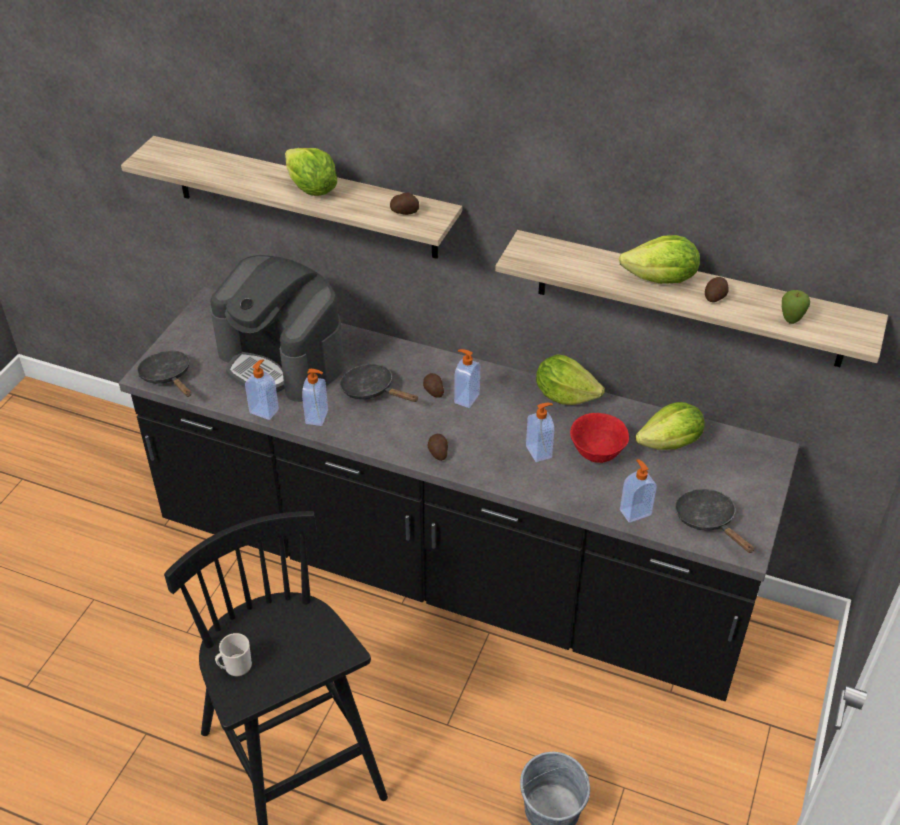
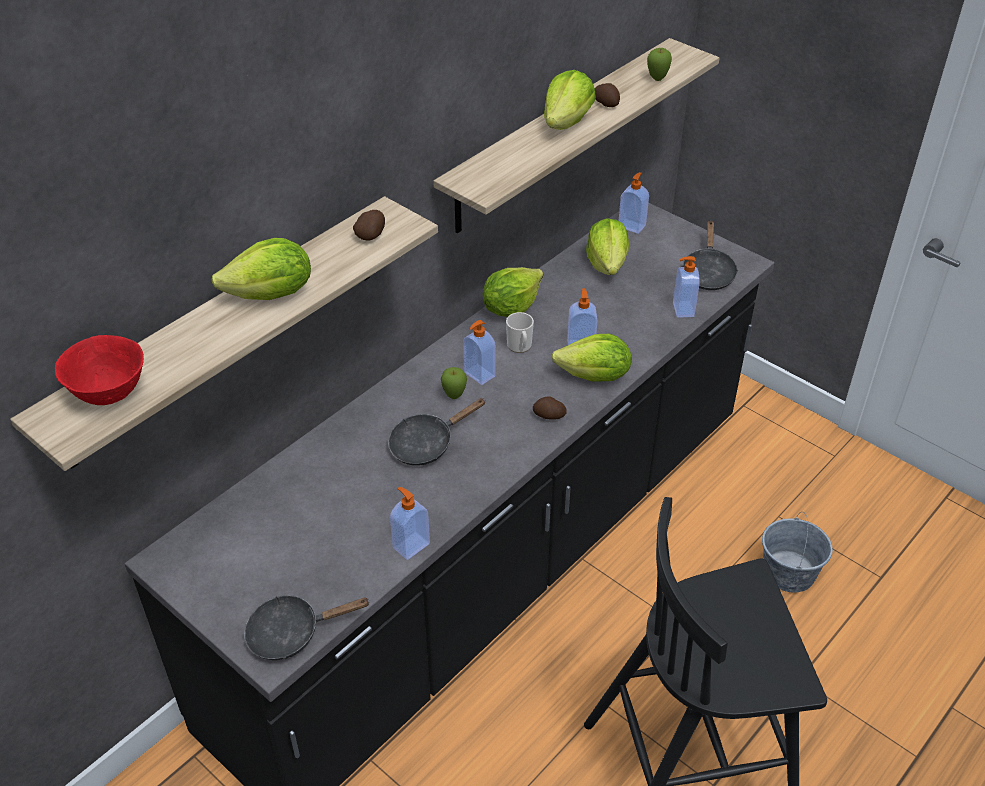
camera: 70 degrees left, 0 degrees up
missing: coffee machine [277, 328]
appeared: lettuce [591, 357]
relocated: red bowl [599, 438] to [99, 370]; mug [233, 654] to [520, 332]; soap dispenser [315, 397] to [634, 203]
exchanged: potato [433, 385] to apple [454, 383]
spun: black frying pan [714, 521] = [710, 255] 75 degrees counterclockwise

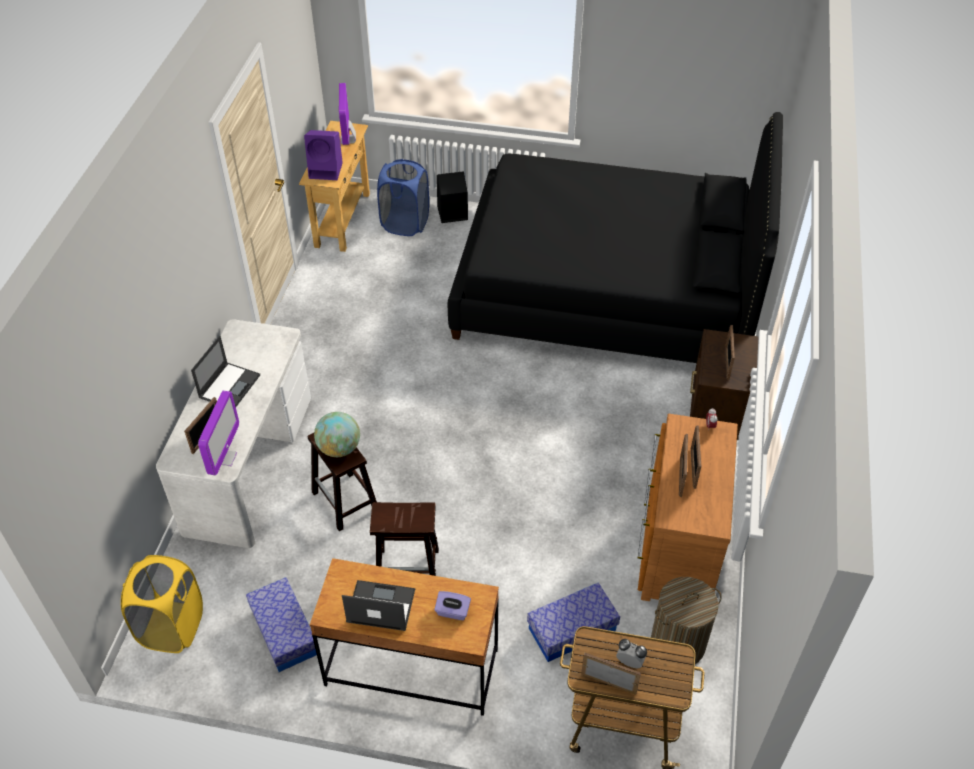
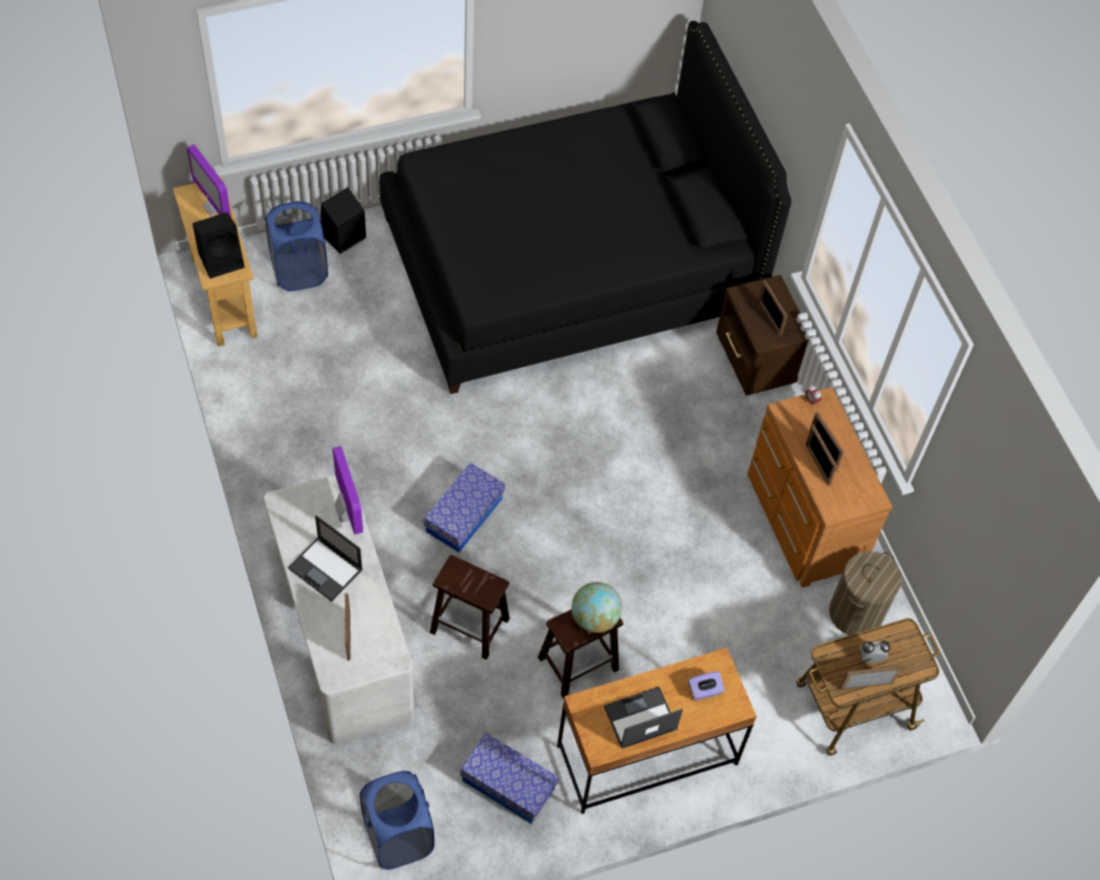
camera: 35 degrees left, 10 degrees up
relocated: monitor [218, 433] to [348, 490]; storage box [573, 622] to [464, 507]; globe [337, 434] to [597, 607]
colour: purple speaker [323, 155] to black speaker [218, 245]; yellow laundry basket [162, 604] to blue laundry basket [397, 820]
spun: laptop [225, 371] = [325, 558] 135 degrees clockwise

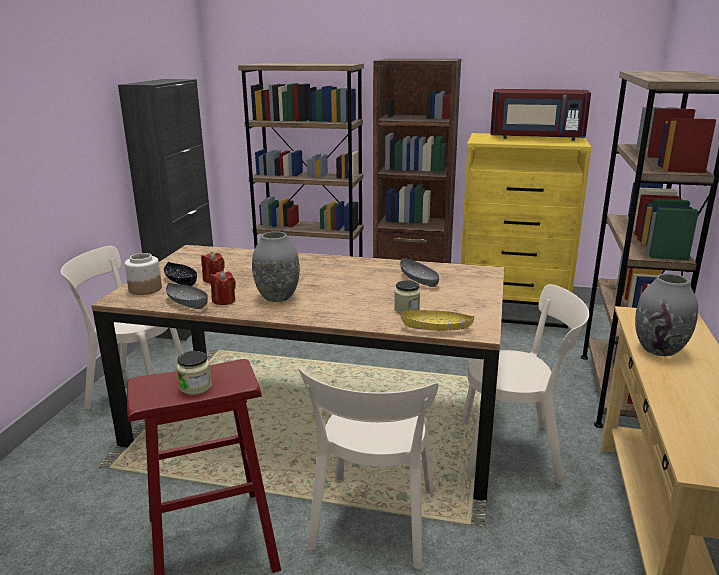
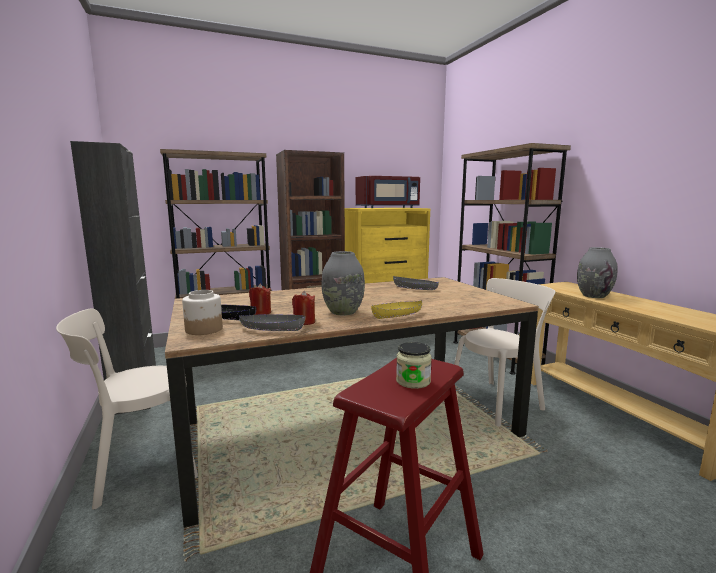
camera: 35 degrees left, 10 degrees down
missing: beige chair [368, 468]; jar [407, 296]
relocated: yellow bowl [437, 320] to [396, 309]

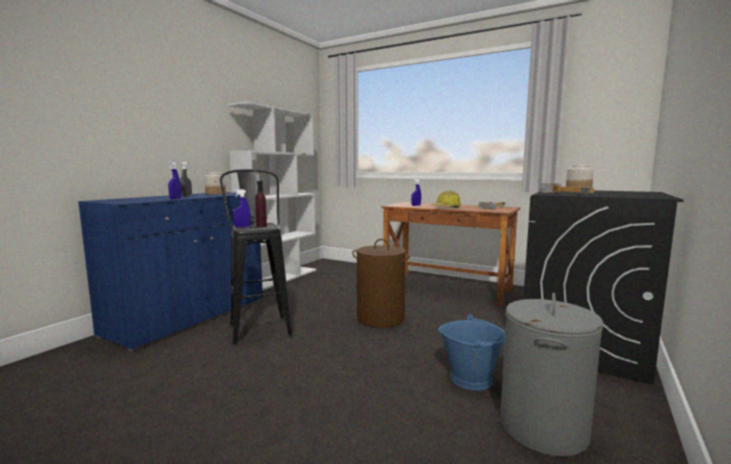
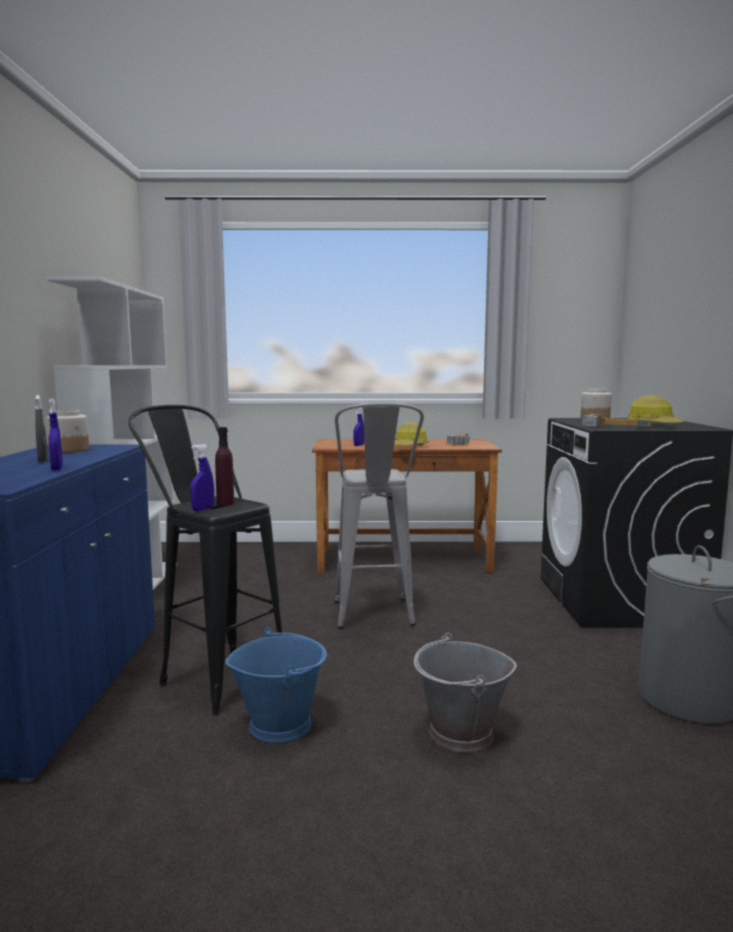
camera: 30 degrees left, 0 degrees up
appeared: grey bucket [465, 693]; hard hat [656, 409]
relocated: blue bucket [471, 352] to [276, 686]
exchanged: brown laundry basket [381, 283] to grey stool [379, 515]

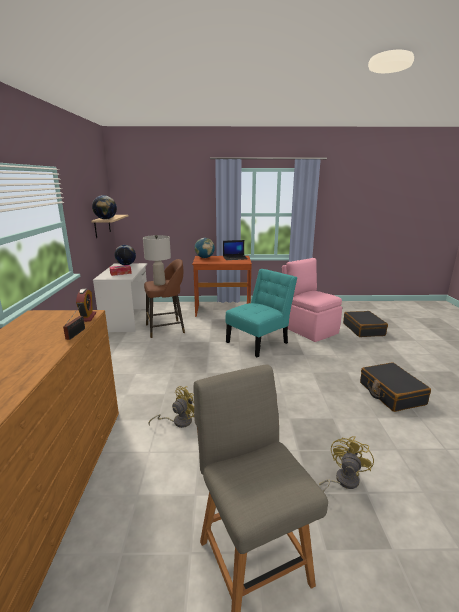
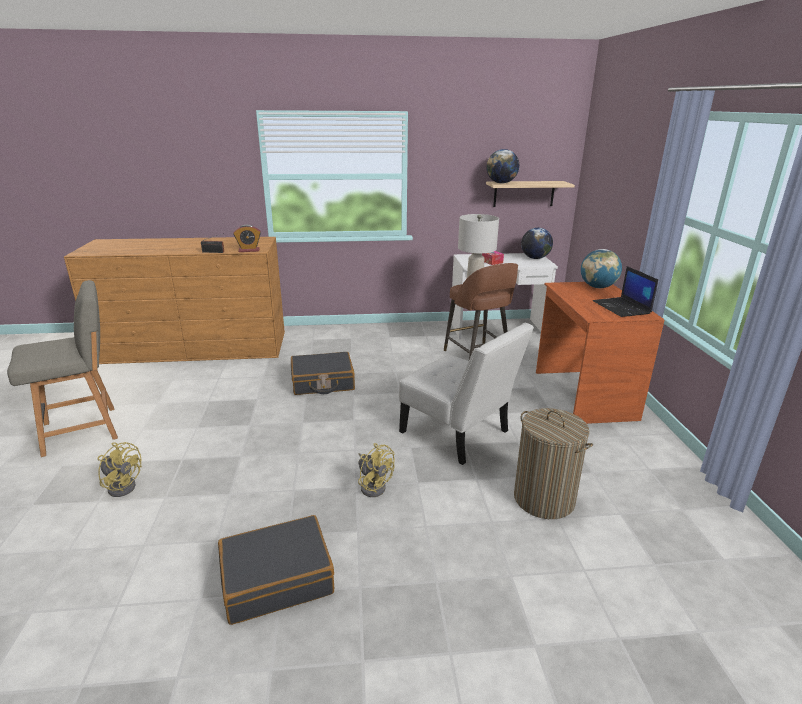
camera: 85 degrees right, 5 degrees up
relocated: black suitcase [365, 324] to [323, 373]; yellow fan [171, 407] to [376, 470]
exchanged: pink chair [312, 300] to laundry basket [553, 463]
colour: turquoise chair [261, 313] to white chair [466, 394]

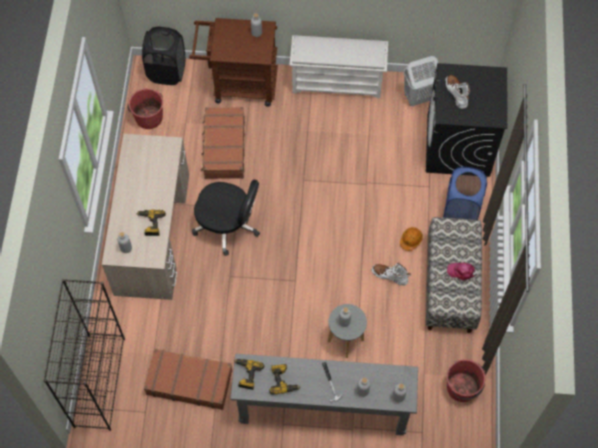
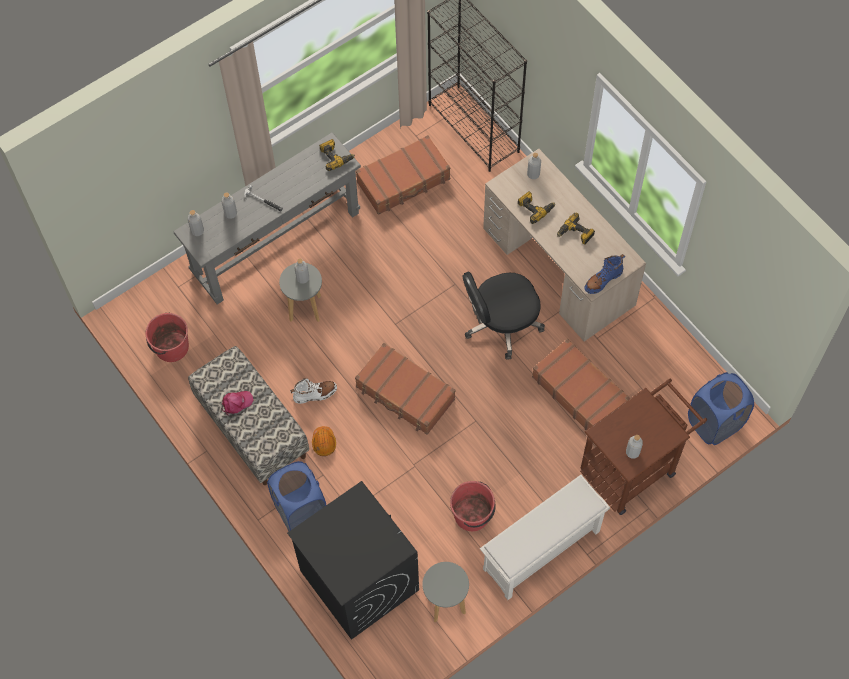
camera: 140 degrees right, 0 degrees up
missing: white boot [457, 92]
appeared: brown suitcase [405, 389]; blue boot [605, 274]
relocated: red bucket [145, 108] to [473, 506]; power drill [284, 379] to [576, 229]
exchanged: white laundry basket [421, 81] to grey stool [445, 592]
colour: black laundry basket [163, 55] to blue laundry basket [721, 408]

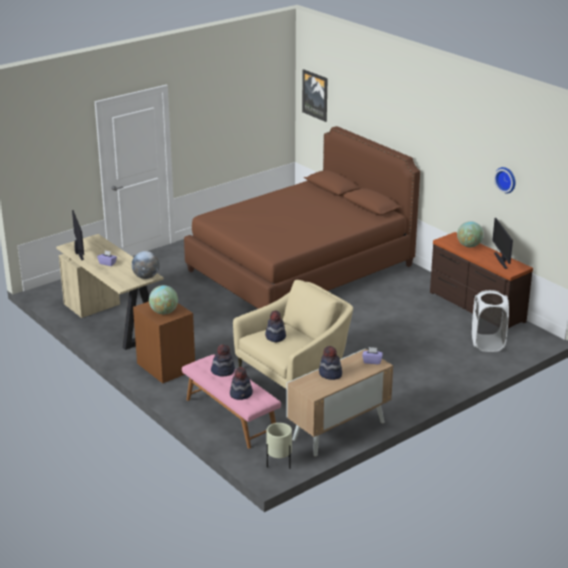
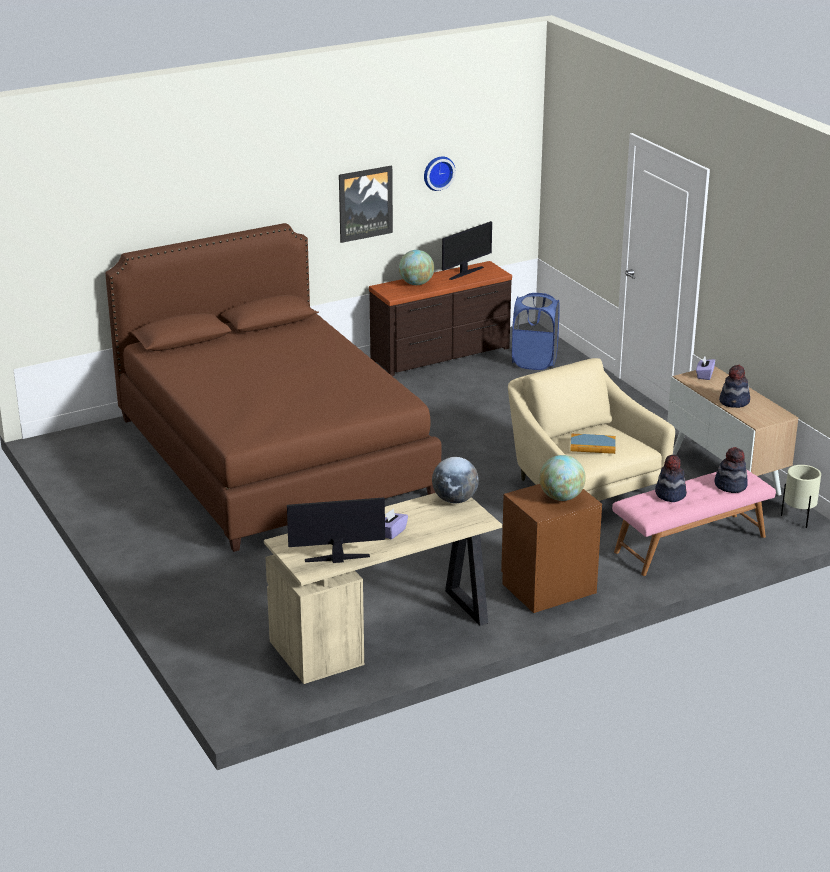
camera: 80 degrees left, 0 degrees up
relocated: picture [315, 95] to [366, 204]
exchanged: hat [275, 326] to book [593, 444]
colour: white laundry basket [490, 321] to blue laundry basket [536, 331]
spun: monitor [502, 243] = [467, 250] 45 degrees counterclockwise

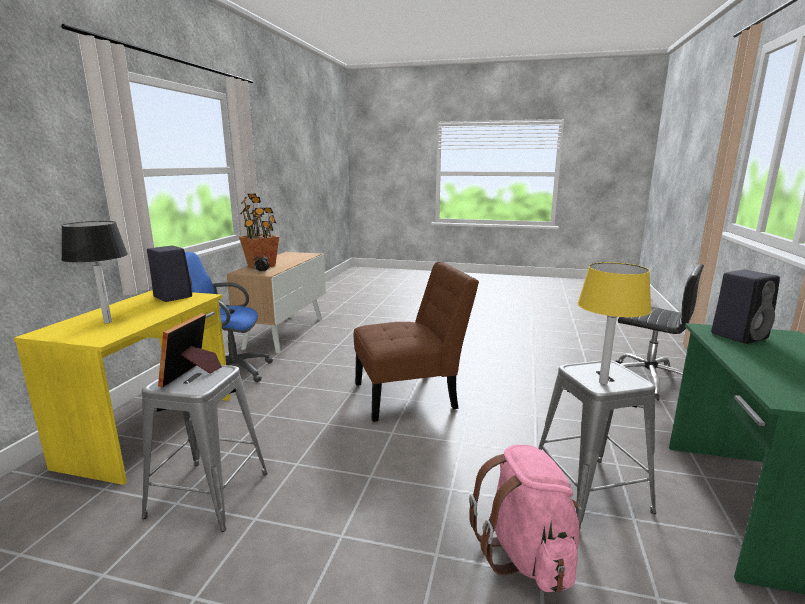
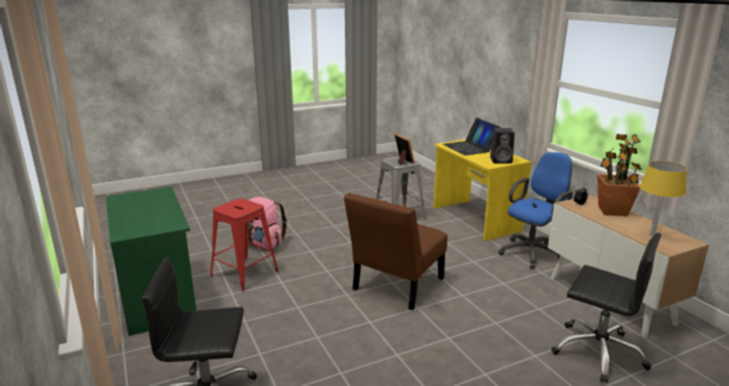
camera: 140 degrees right, 5 degrees up
missing: black speaker [745, 307]
appeared: black office chair [606, 308]
relocated: yellow table lamp [614, 323] to [663, 198]
exchanged: black table lamp [94, 272] to laptop [472, 137]
colour: grey stool [597, 445] to red stool [244, 244]

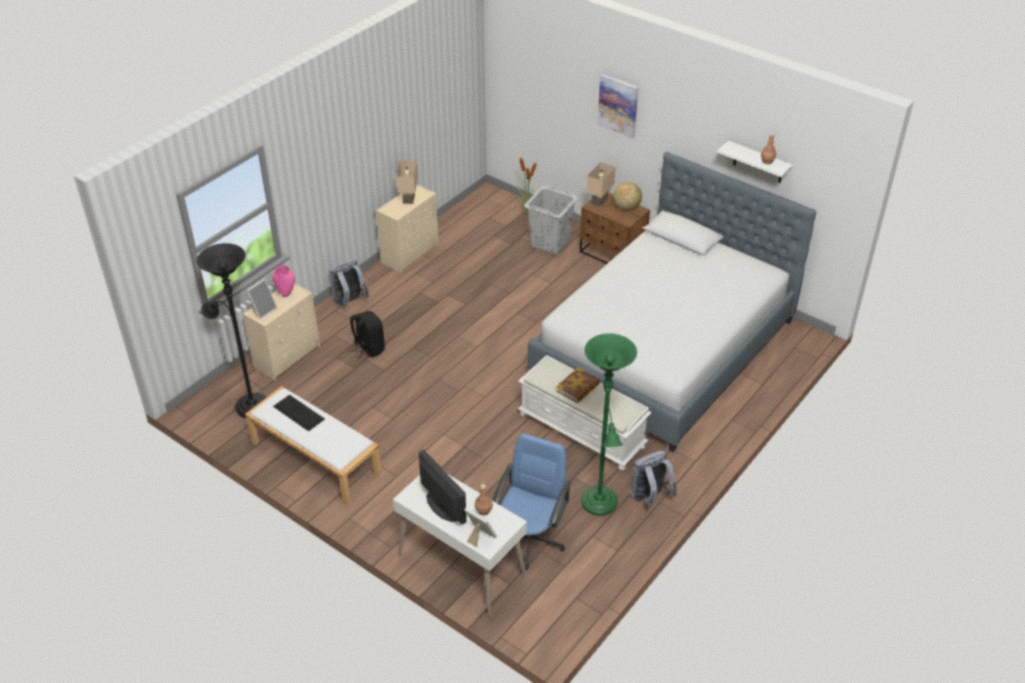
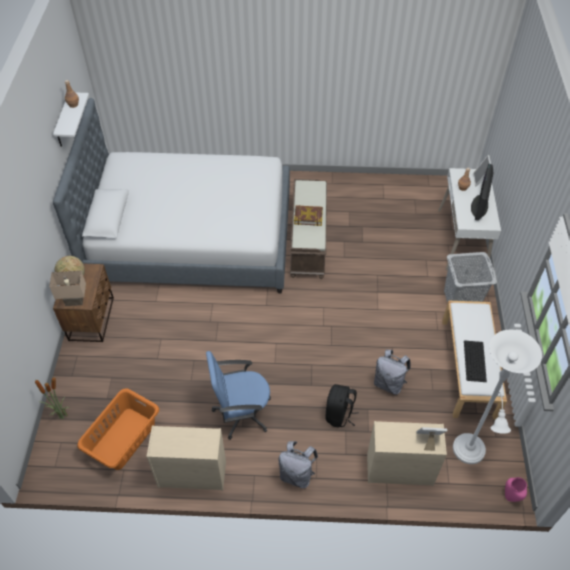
camera: 125 degrees left, 10 degrees up
missing: beige table lamp [407, 182]; green floor lamp [609, 424]; picture [617, 106]
appeared: orange laundry basket [118, 429]
relocated: blue office chair [531, 501] to [238, 395]; grey backpack [654, 479] to [392, 372]; grey laundry basket [551, 220] to [470, 277]; pink vase [283, 281] to [516, 489]
colour: white bench [585, 413] to brown bench [308, 229]; black floor lamp [232, 330] to white floor lamp [497, 396]

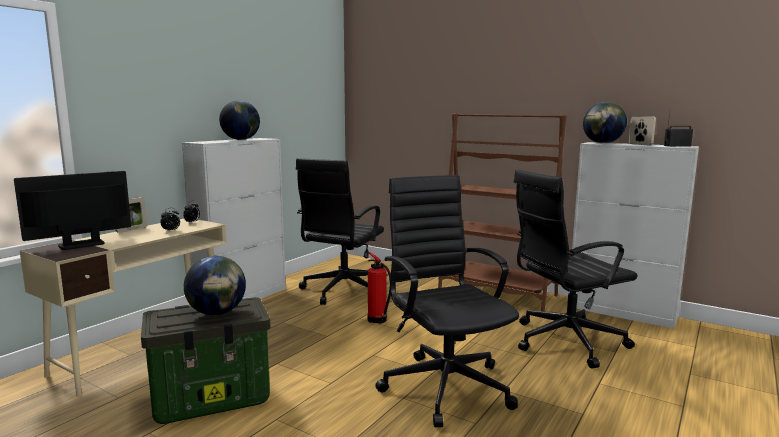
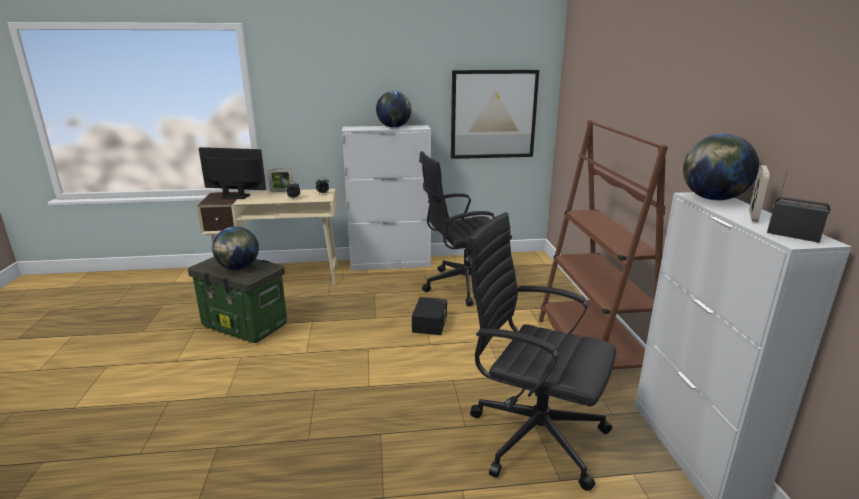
camera: 50 degrees right, 10 degrees up
missing: black office chair [447, 301]
appeared: picture [495, 114]
exchanged: fire extinguisher [379, 288] to black storage box [429, 316]

